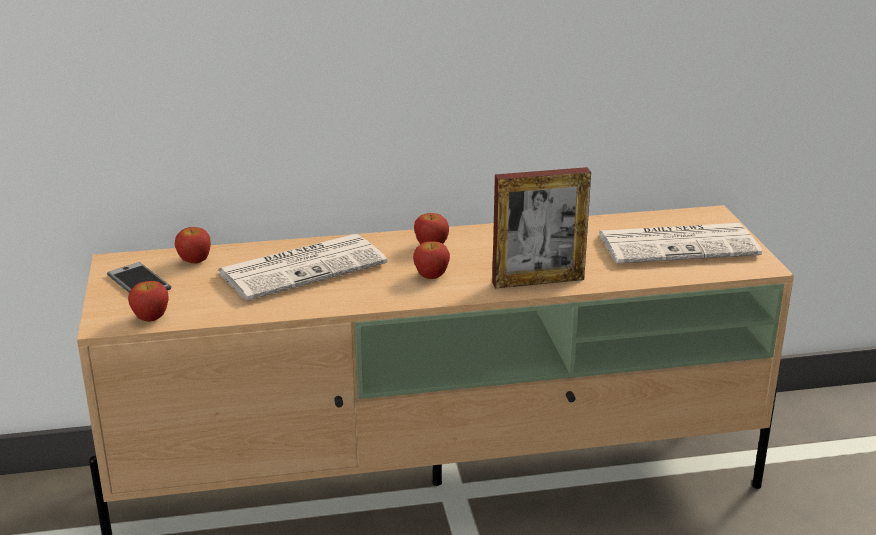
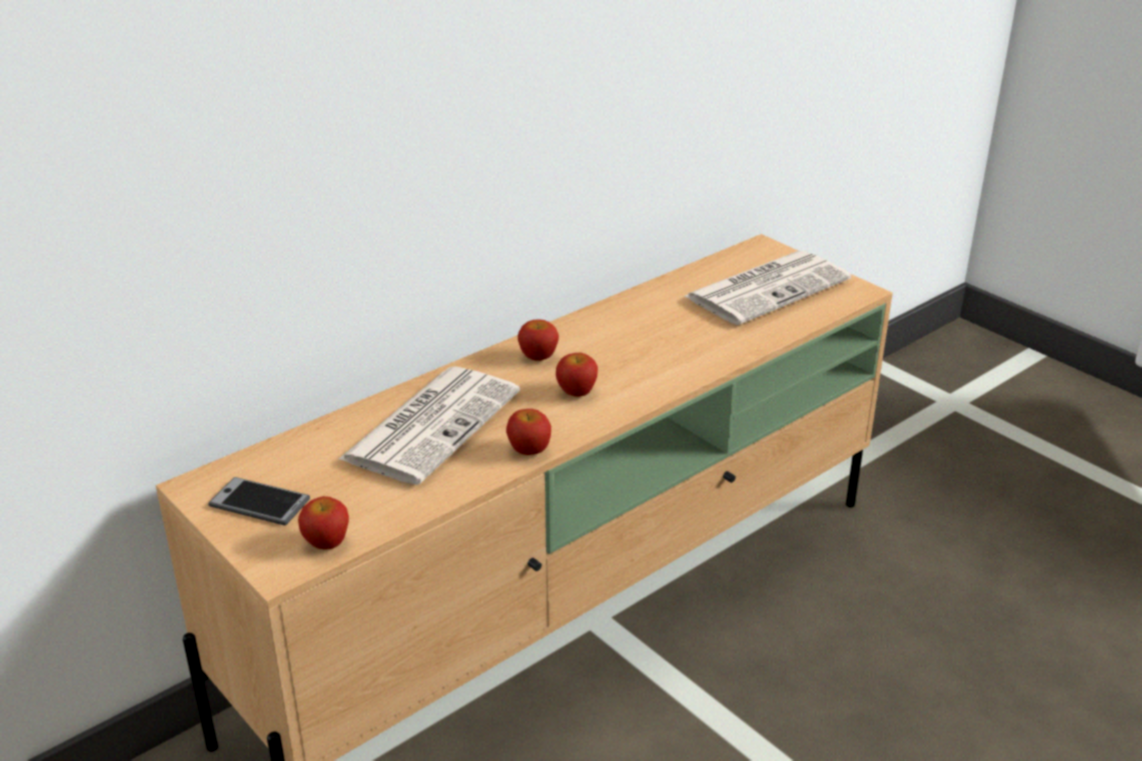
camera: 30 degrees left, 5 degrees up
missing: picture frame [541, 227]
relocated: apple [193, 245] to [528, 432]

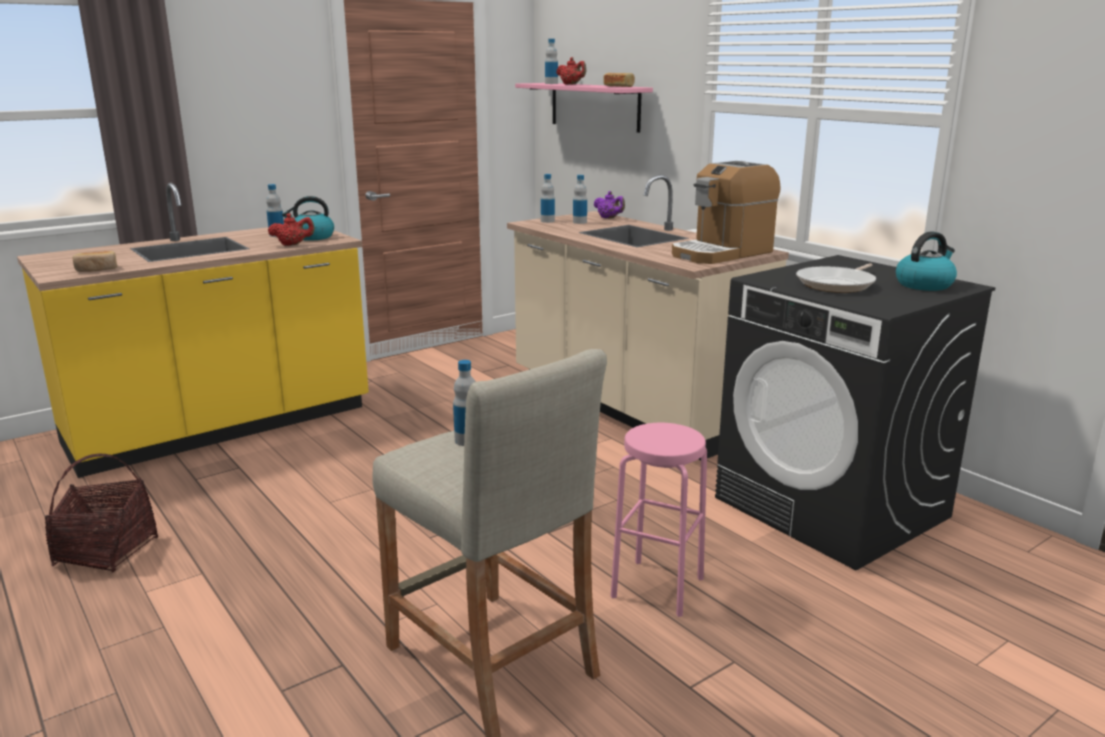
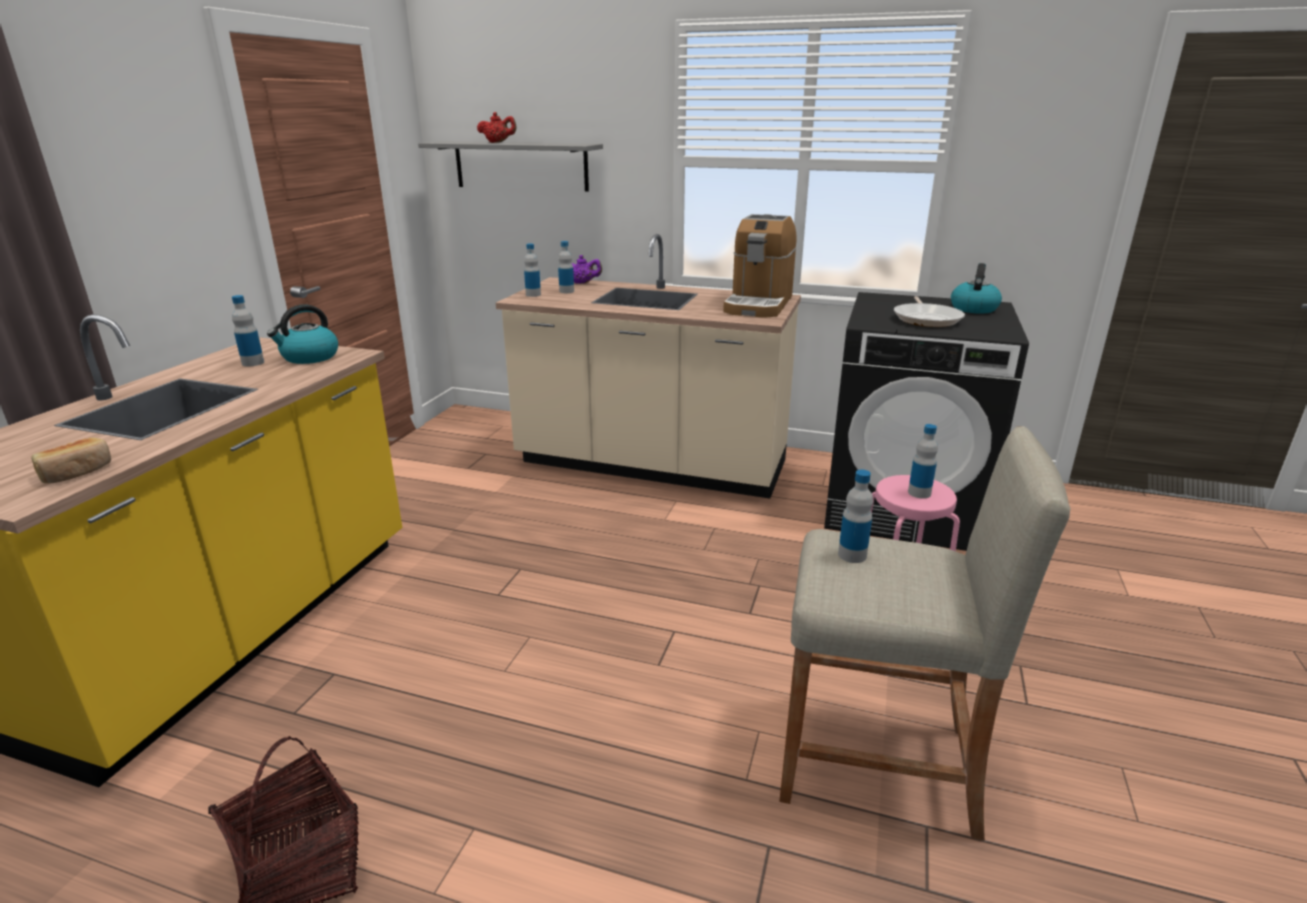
camera: 35 degrees left, 5 degrees up
missing: red teapot [291, 229]; bread [619, 80]
relocated: bottle [551, 61] to [923, 461]
colour: pink shelf [584, 108] to grey shelf [510, 166]

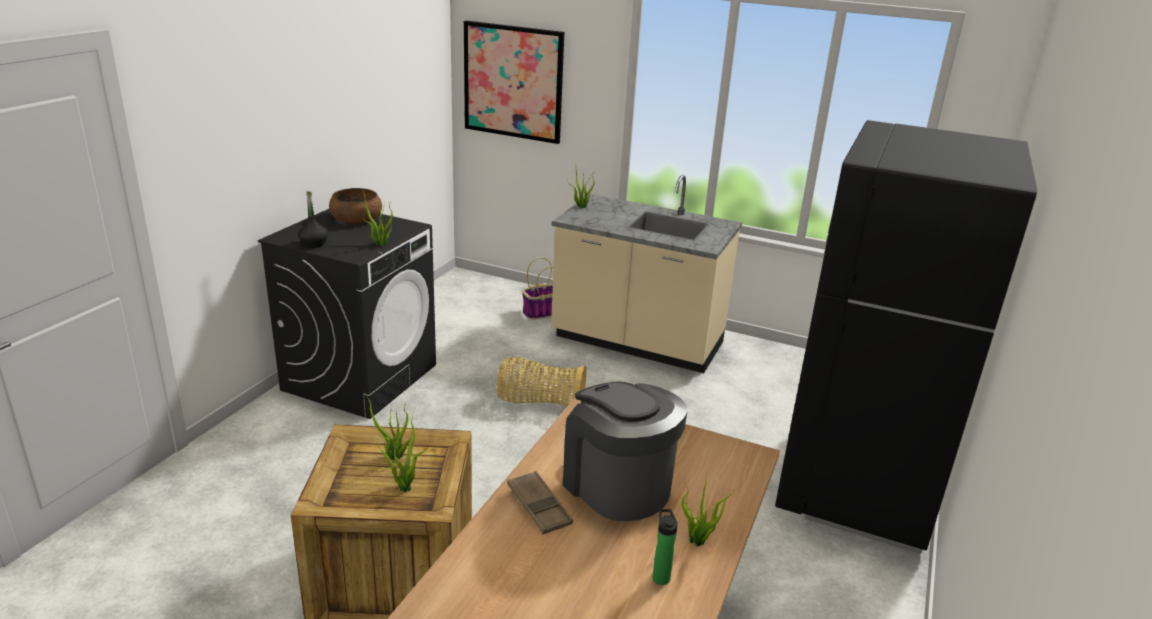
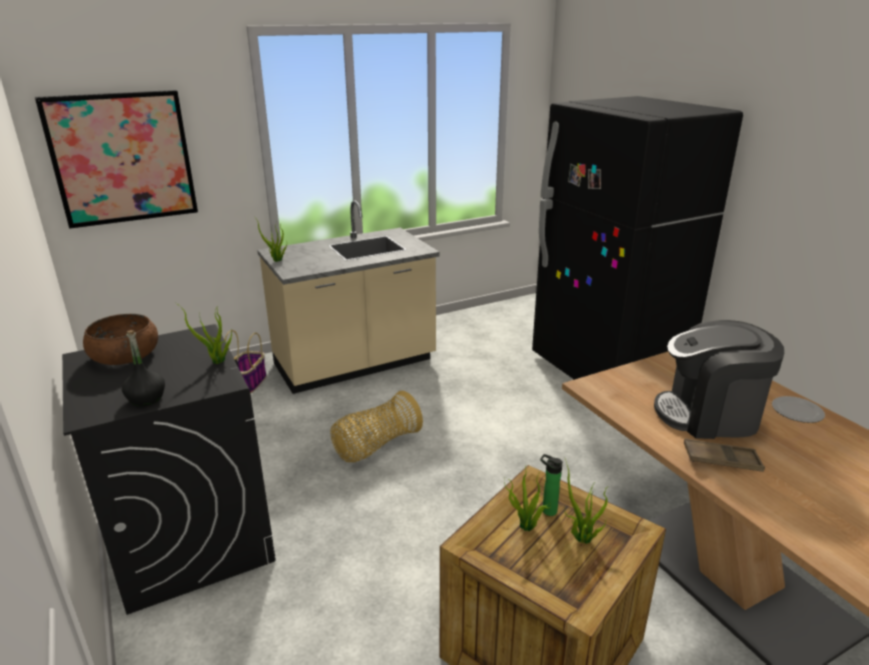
camera: 50 degrees left, 0 degrees up
relocated: bottle [665, 547] to [551, 485]
exchanged: potted plant [708, 509] to plate [798, 409]

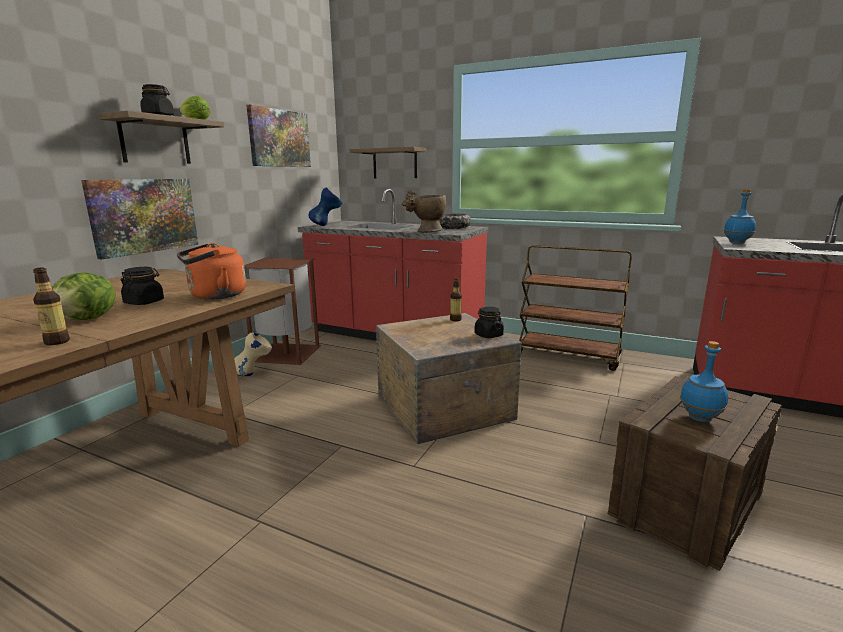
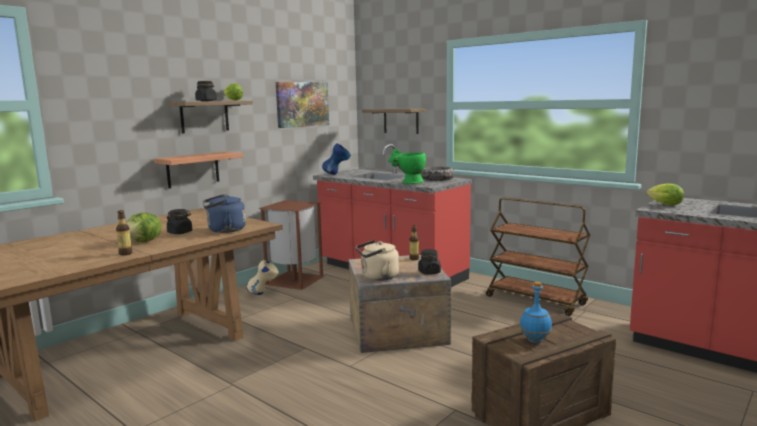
camera: 15 degrees right, 5 degrees down
appeared: beige kettle [377, 260]
exchanged: picture [139, 219] to shelf [199, 170]; blue bottle [740, 216] to lettuce [665, 194]
colour: orange kettle [211, 271] to blue kettle [224, 213]; beige vase [424, 211] to green vase [407, 166]

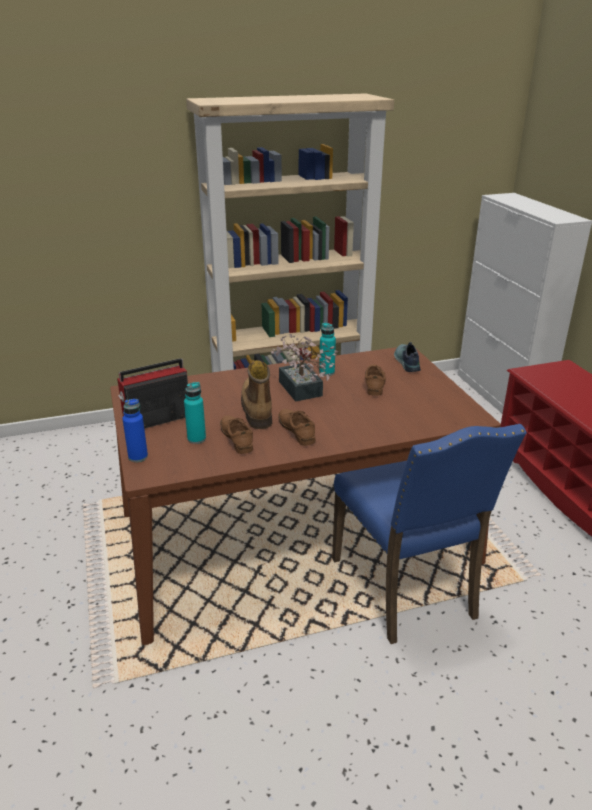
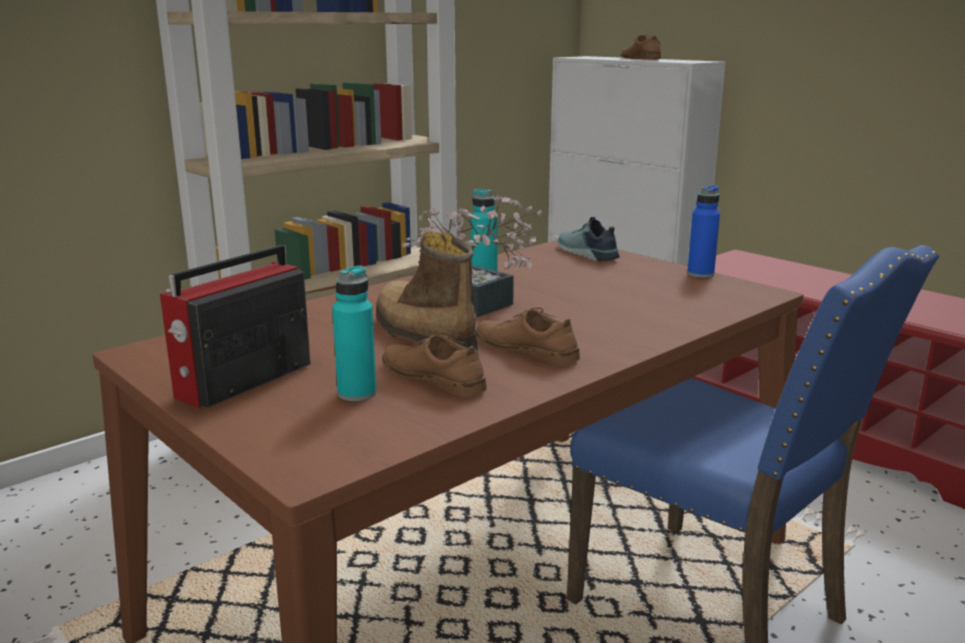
camera: 25 degrees left, 10 degrees down
relocated: brown shoe [375, 380] to [641, 47]; blue bottle [135, 430] to [703, 231]

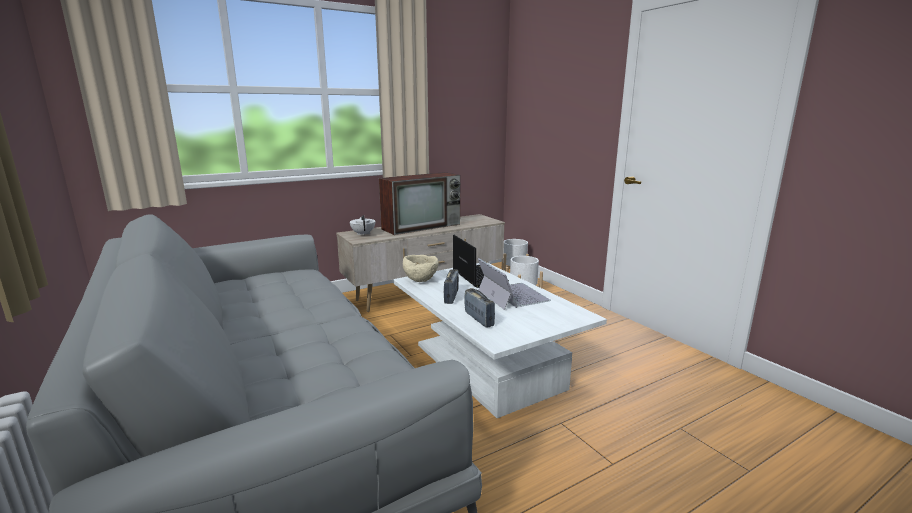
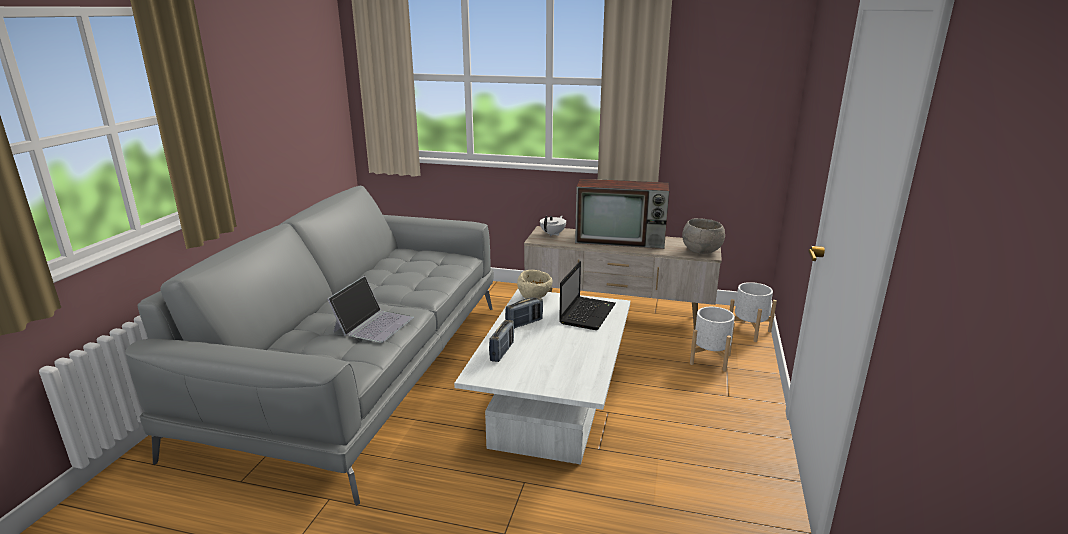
camera: 45 degrees right, 5 degrees up
appeared: grey bowl [703, 236]
relocated: laptop [514, 284] to [370, 309]

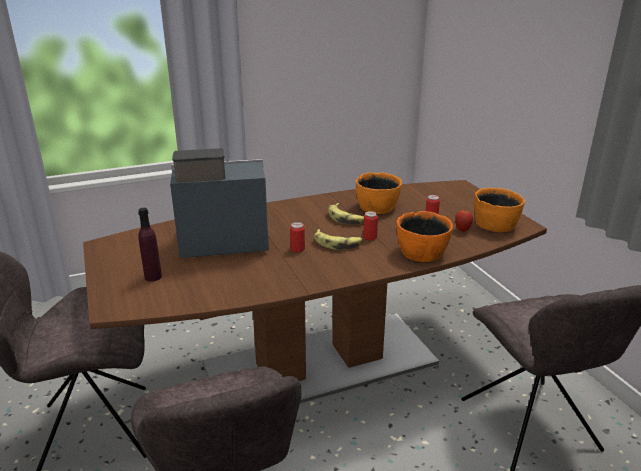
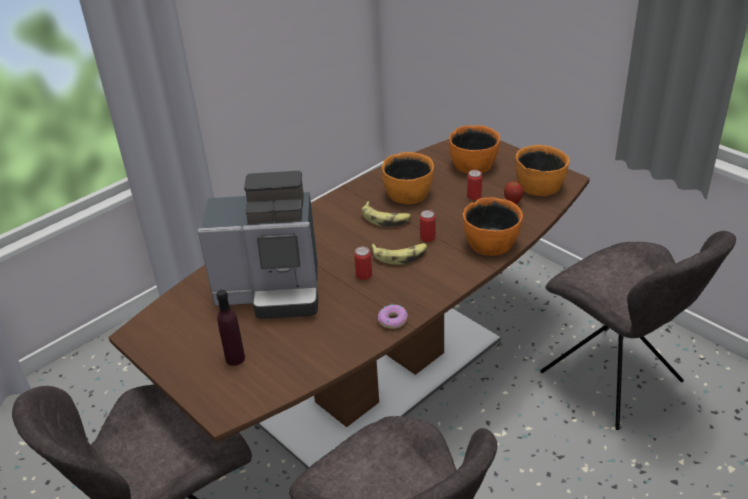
camera: 20 degrees left, 10 degrees up
appeared: donut [393, 316]; orange bowl [474, 149]
spun: coffee machine [219, 203] = [258, 245] 150 degrees counterclockwise

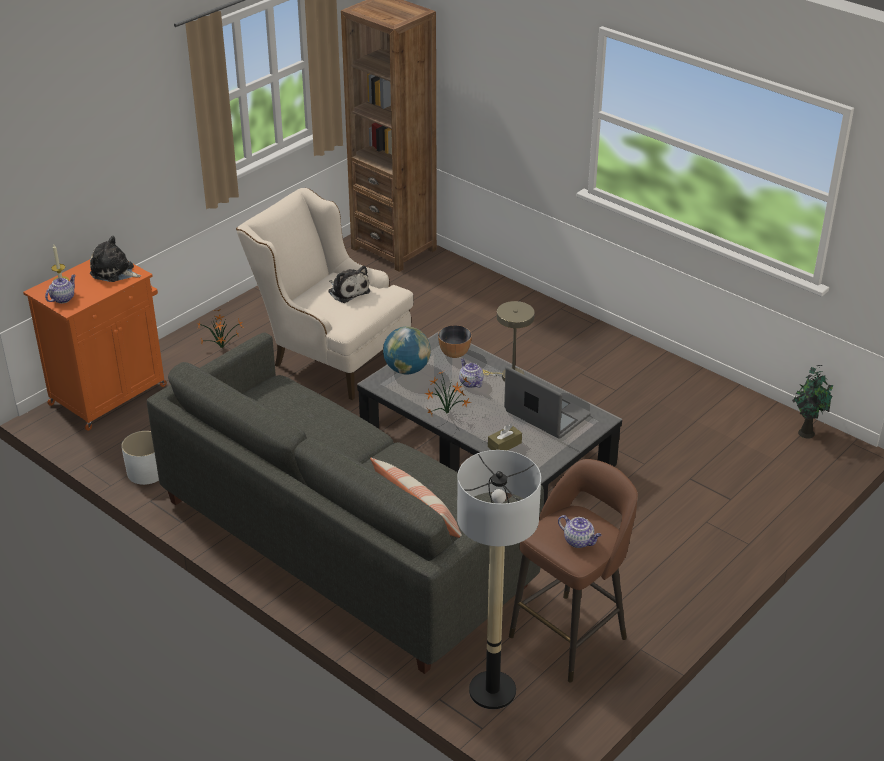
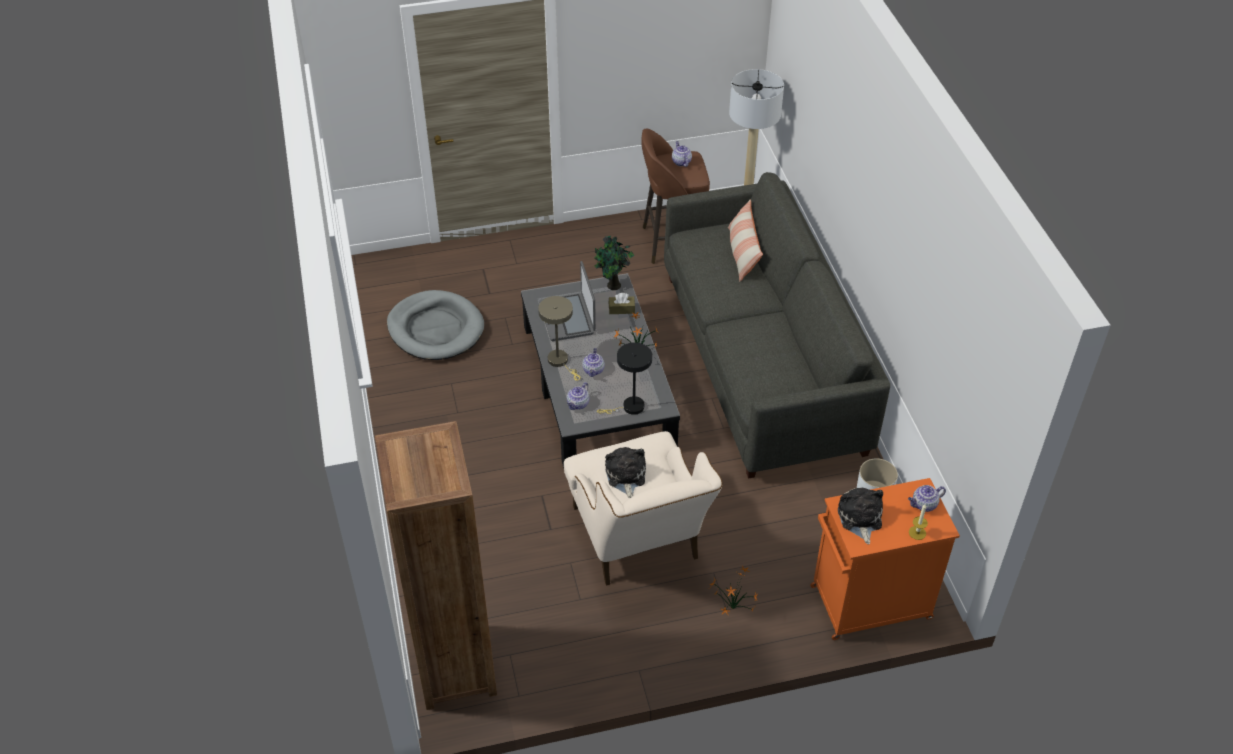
camera: 145 degrees left, 10 degrees up
appeared: grey dog bed [435, 325]
relocated: potted plant [812, 401] to [614, 262]
exchanged: bowl [455, 341] to teapot [578, 396]; globe [407, 350] to black table lamp [624, 379]
spun: plush toy [115, 259] = [860, 516] 150 degrees counterclockwise

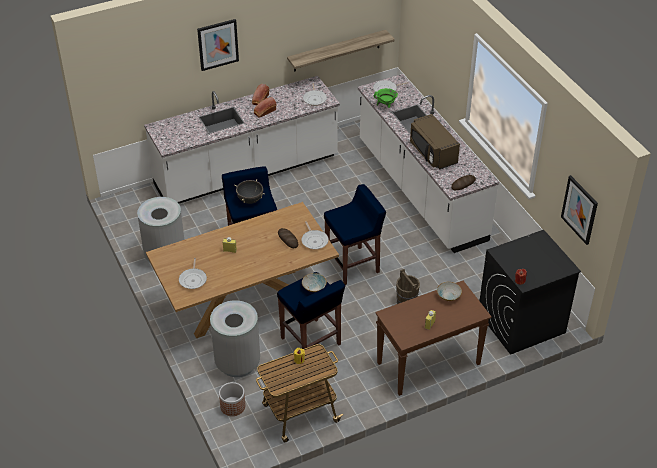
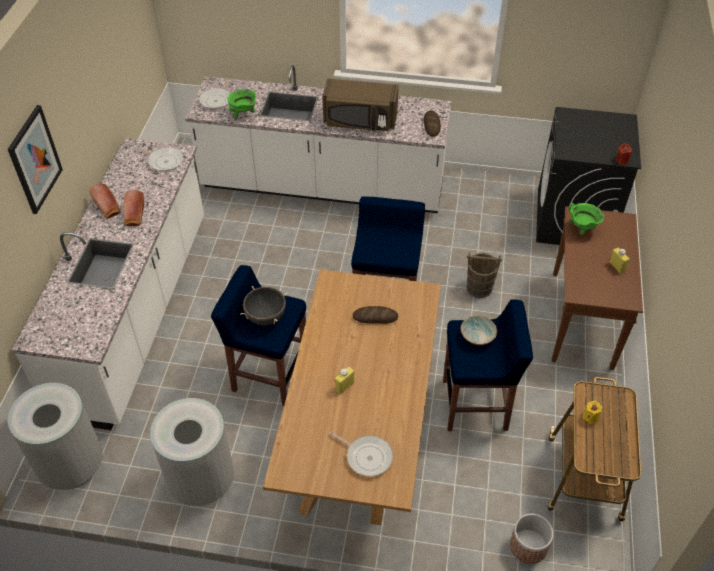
camera: 55 degrees left, 5 degrees up
missing: shelf [341, 51]; frying pan [315, 235]; picture [579, 210]
relocated: grey trash can [235, 338] to [55, 436]
exchanged: bowl [449, 291] to green cooking pot [586, 219]

